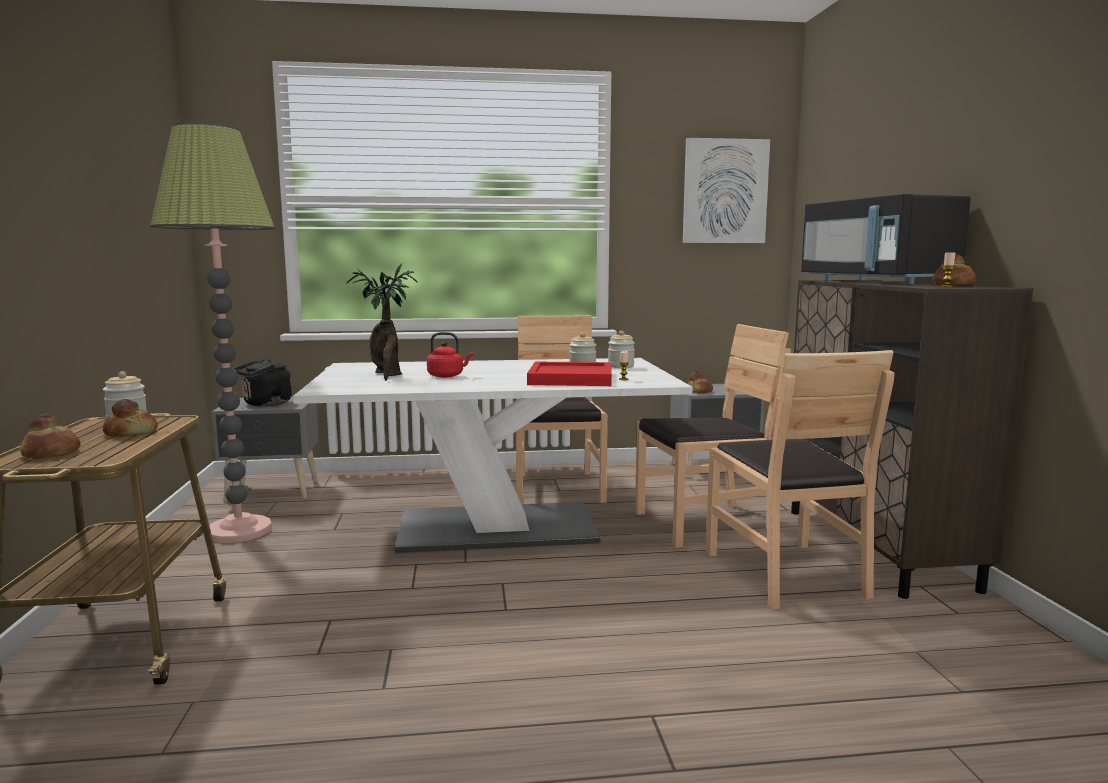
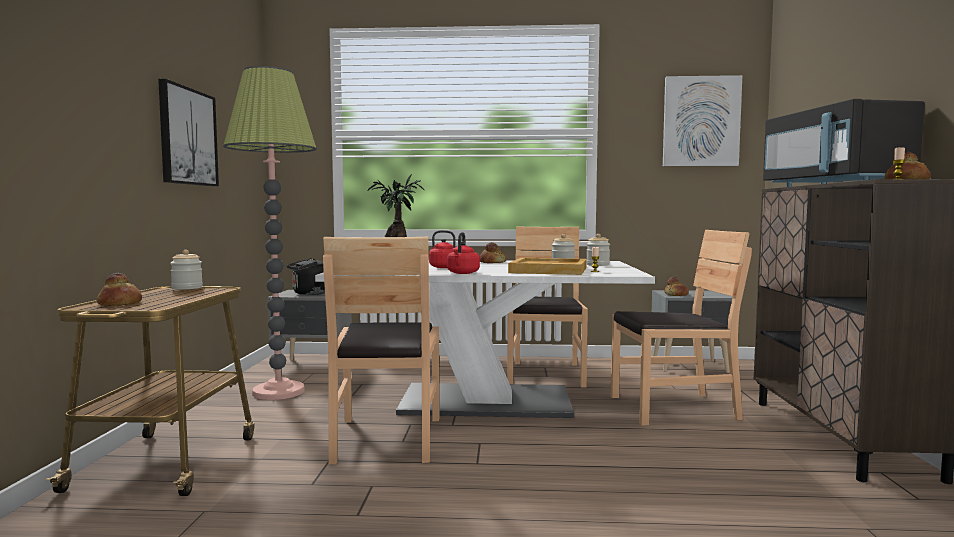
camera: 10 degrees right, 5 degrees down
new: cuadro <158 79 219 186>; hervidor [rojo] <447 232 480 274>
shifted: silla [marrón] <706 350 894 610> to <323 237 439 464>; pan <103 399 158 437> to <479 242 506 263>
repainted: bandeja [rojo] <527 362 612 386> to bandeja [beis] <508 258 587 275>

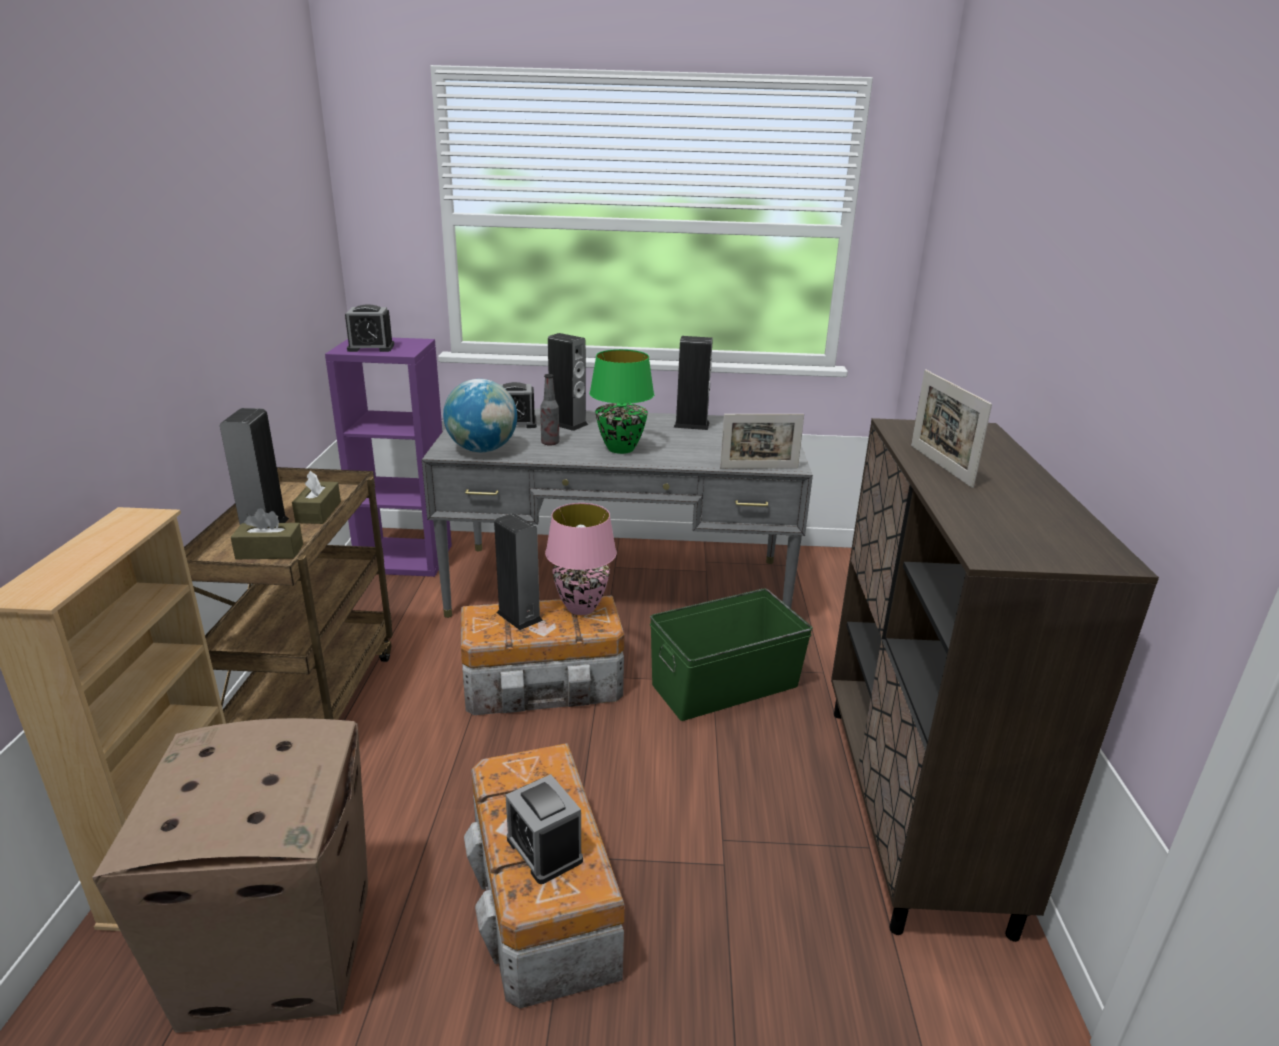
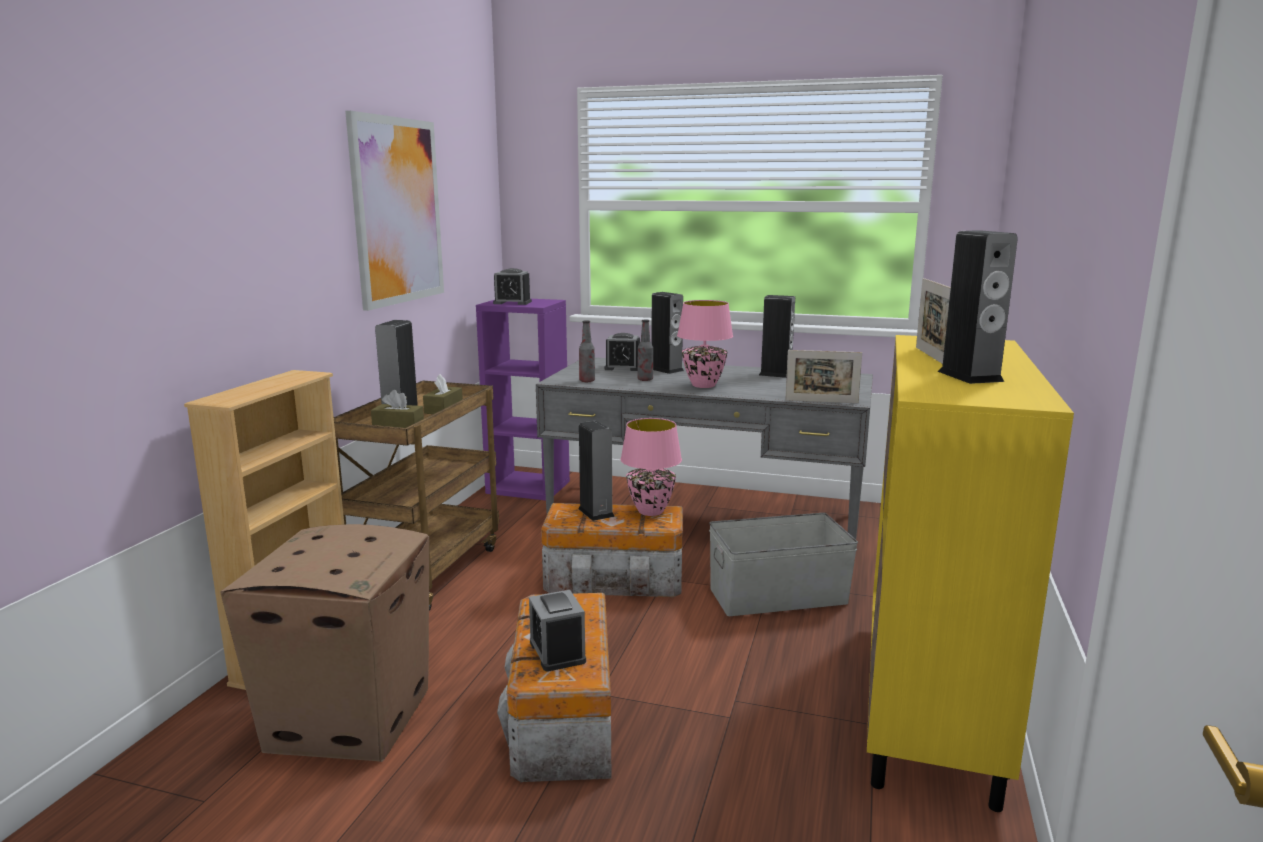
camera: 15 degrees right, 10 degrees down
new: cuadro <345 111 444 311>; altavoz <938 231 1018 384>
swapped: globo terráqueo <443 379 517 452> to botella <579 320 595 382>
repainted: lámpara de mesa [verde] <589 349 654 454> to lámpara de mesa [rosa] <677 300 733 388>; caja de almacenaje [verde] <650 589 813 721> to caja de almacenaje [gris] <709 513 858 616>; armario [marrón] <831 418 1159 942> to armario [amarillo] <867 335 1074 812>

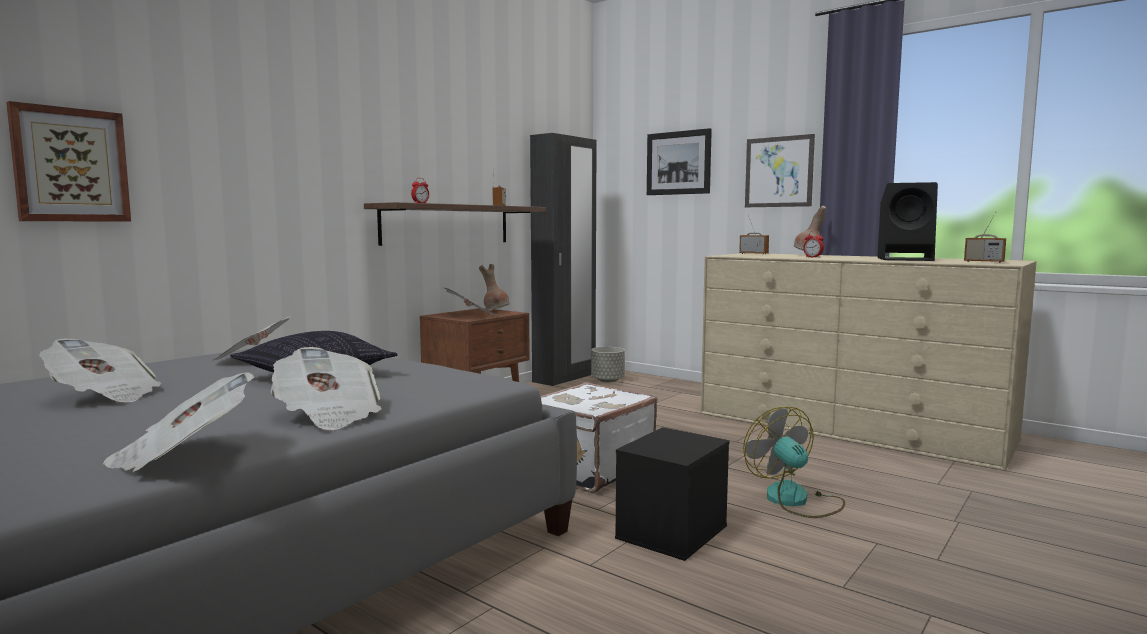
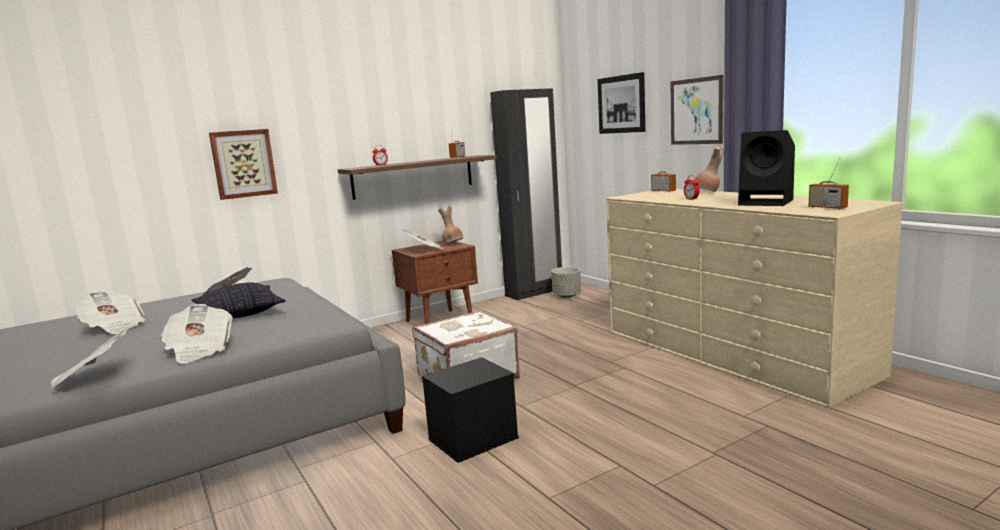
camera: 20 degrees right, 5 degrees up
gone: ventilador <743 407 845 518>
shifted: cuadro <6 101 131 222> to <209 129 278 200>

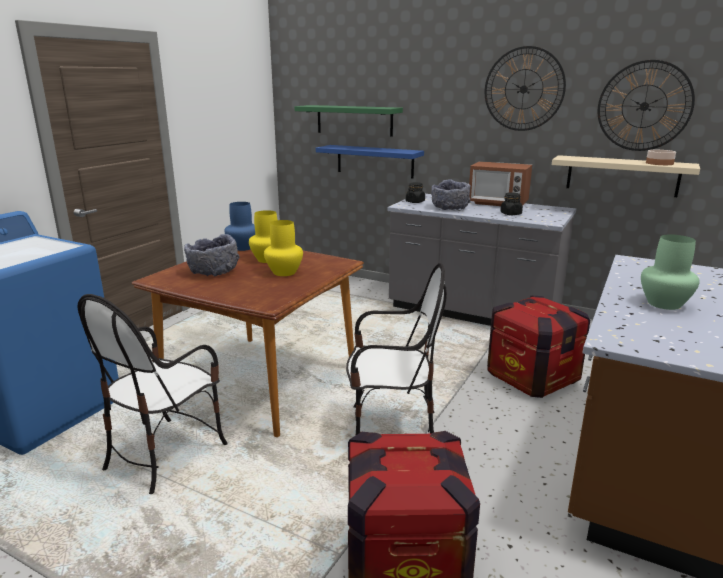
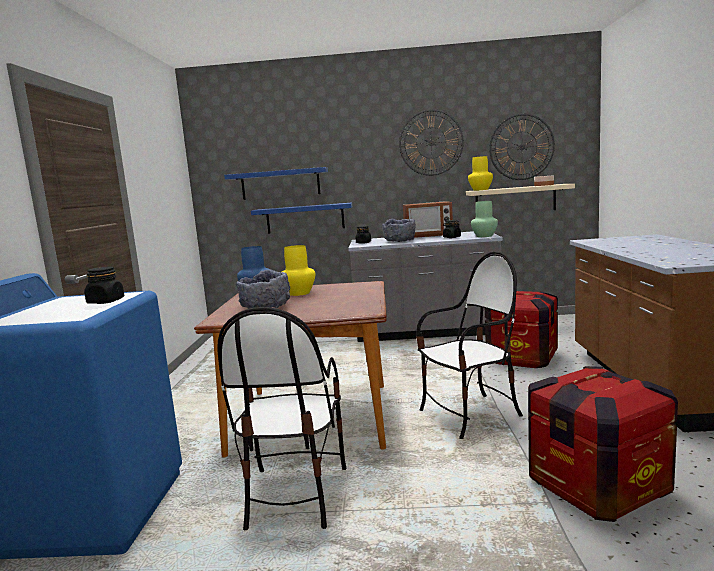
camera: 25 degrees left, 10 degrees down
new: tarro [negro] <84 267 124 304>
shifted: florero [amarillo] <264 220 303 276> to <468 156 493 191>; florero [verde] <641 234 700 310> to <471 201 498 237>
repainted: estante [verde] <294 105 403 137> to estante [azul] <224 167 328 200>

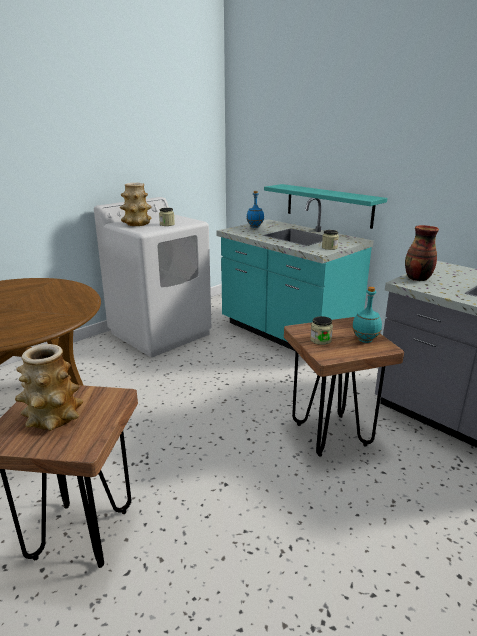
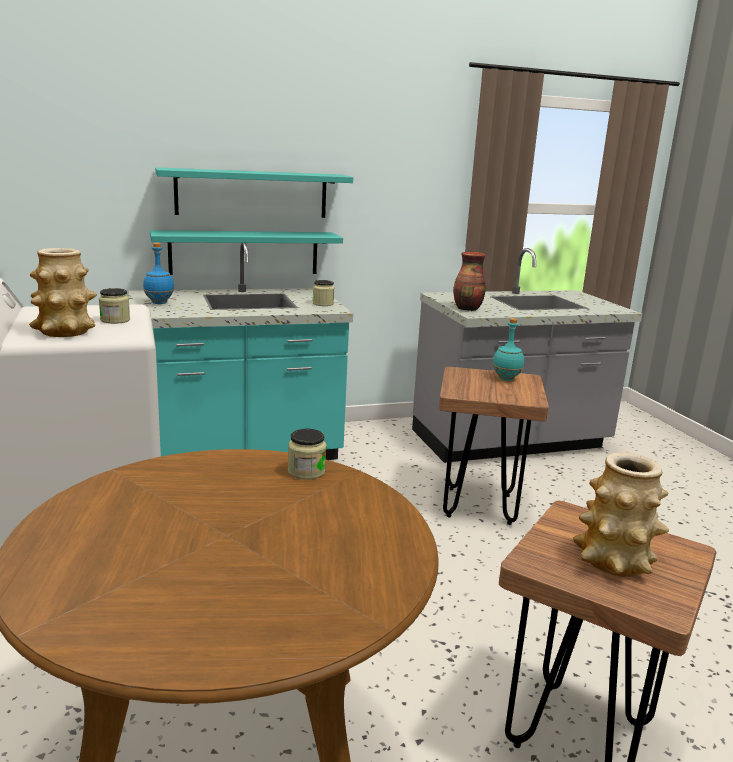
camera: 65 degrees left, 5 degrees down
new: estante [turquesa] <155 167 353 218>
shifted: tarro <310 316 333 345> to <288 429 326 480>

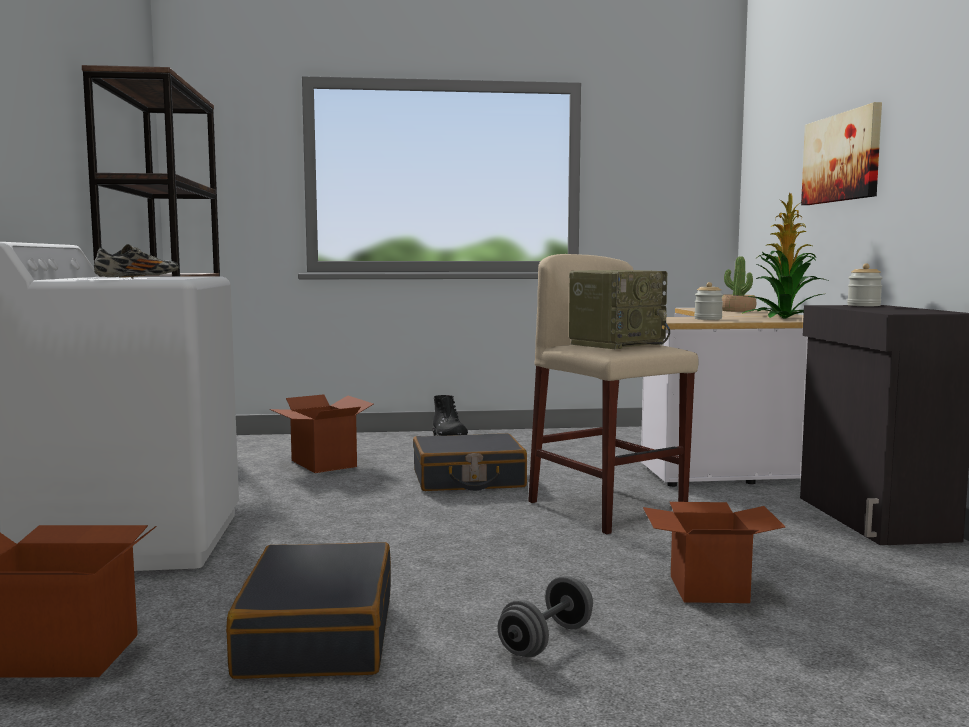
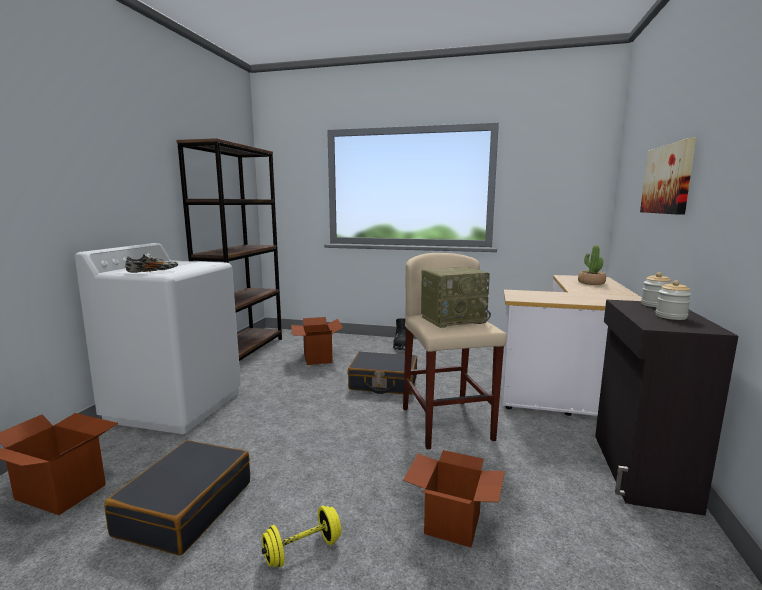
camera: 20 degrees right, 5 degrees up
gone: planta en maceta <742 192 828 318>
shifted: tarro <694 282 723 320> to <656 280 691 320>
repainted: mancuerna [gris] <497 576 593 657> to mancuerna [amarillo] <262 505 341 568>

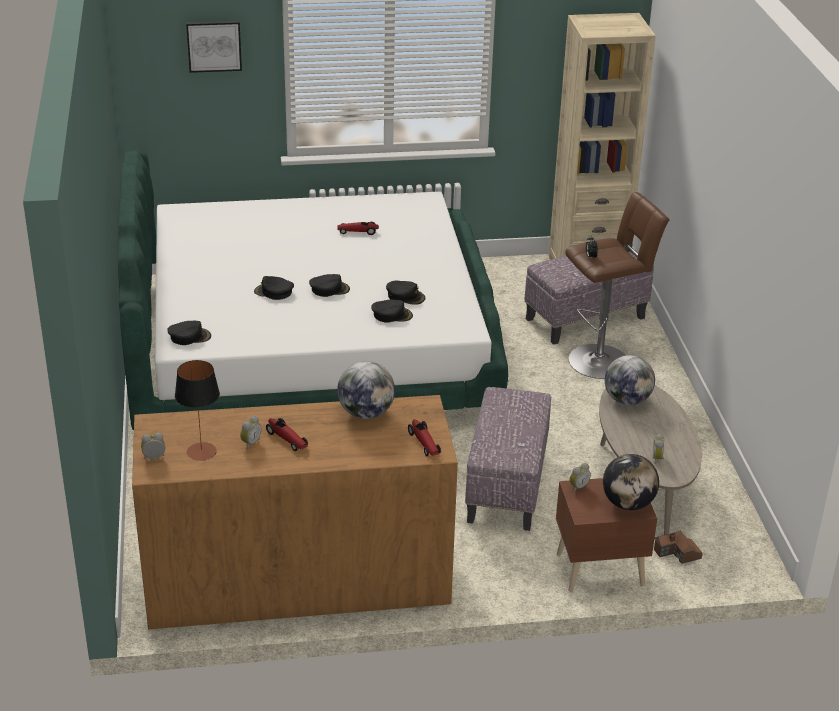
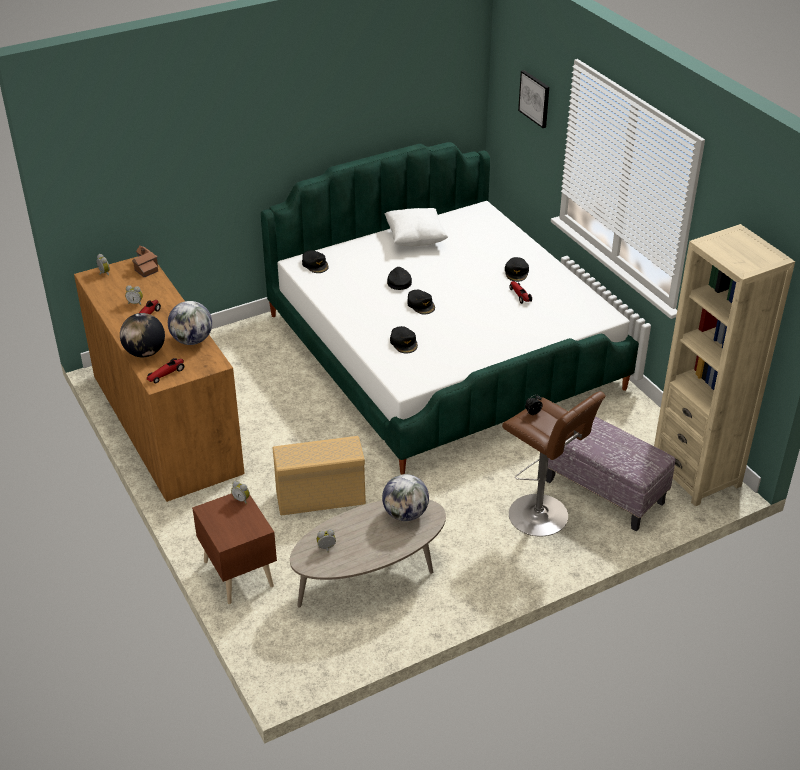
camera: 70 degrees right, 5 degrees up
gone: lámpara de mesa <175 360 220 461>
new: cojín [blanco] <384 208 448 246>
shifted: globo terráqueo <603 454 659 510> to <120 313 165 357>; casita <654 531 703 564> to <132 245 158 278>; gorra [negro] <386 281 425 305> to <505 257 529 282>
swapped: puf <465 387 551 531> to caja de almacenaje [beis] <272 436 366 516>

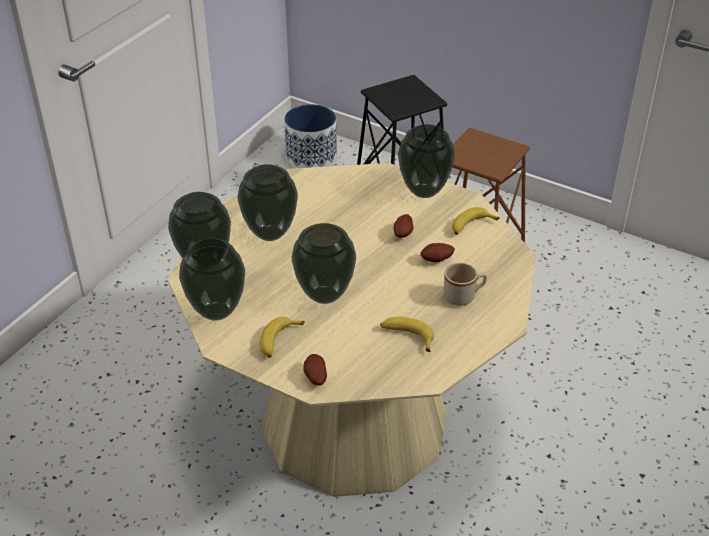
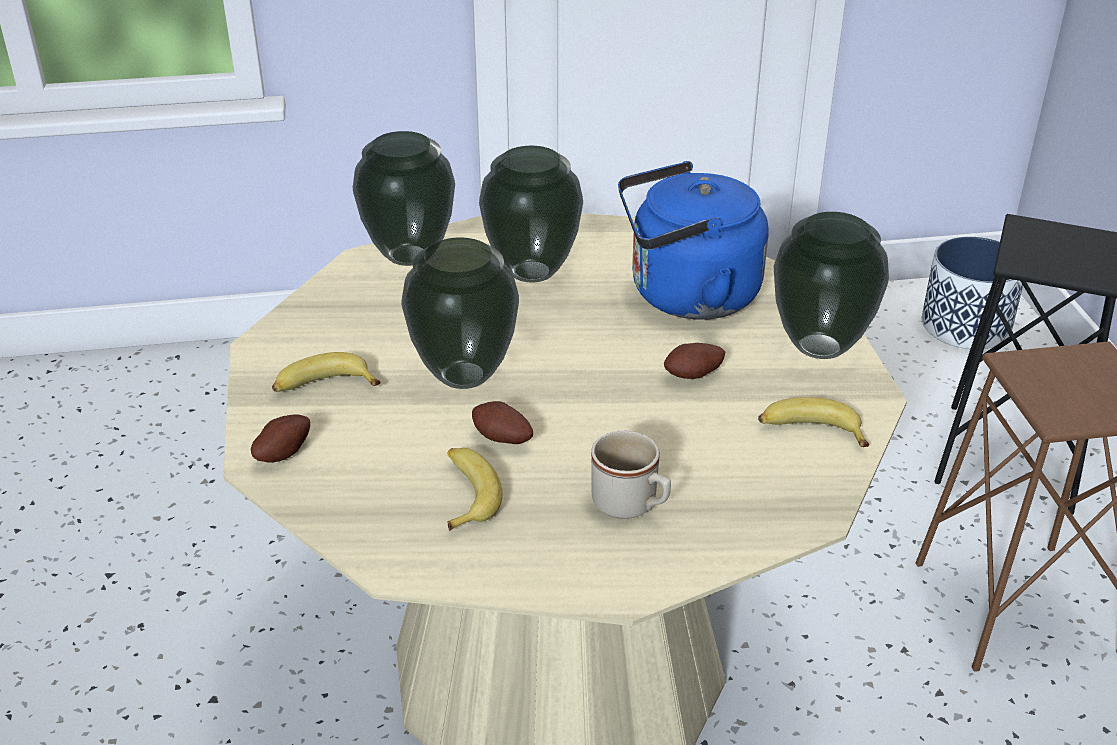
camera: 50 degrees right, 5 degrees down
gone: florero <179 239 245 321>
new: hervidor [azul] <618 161 769 319>
shifted: patata <421 243 455 262> to <472 401 533 444>

